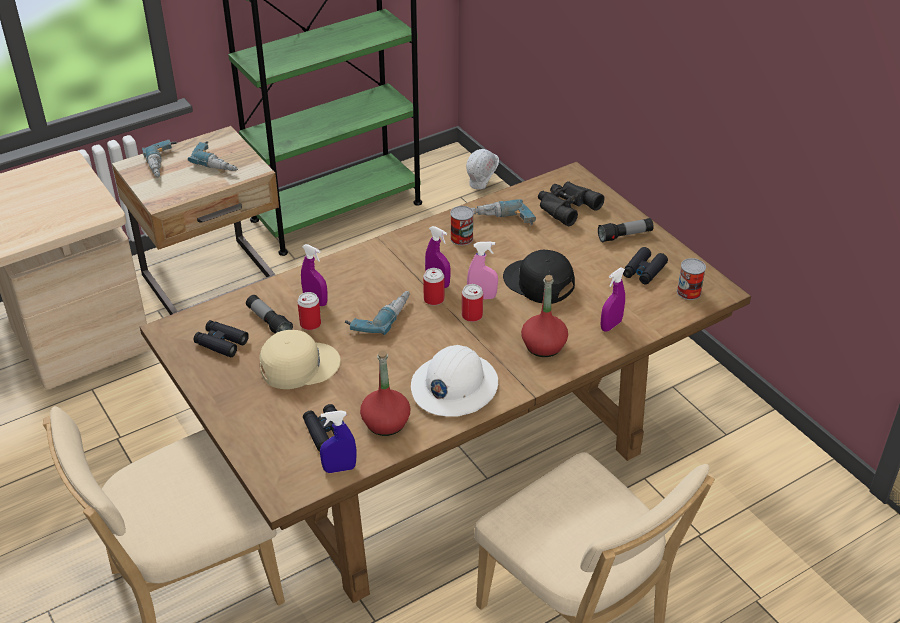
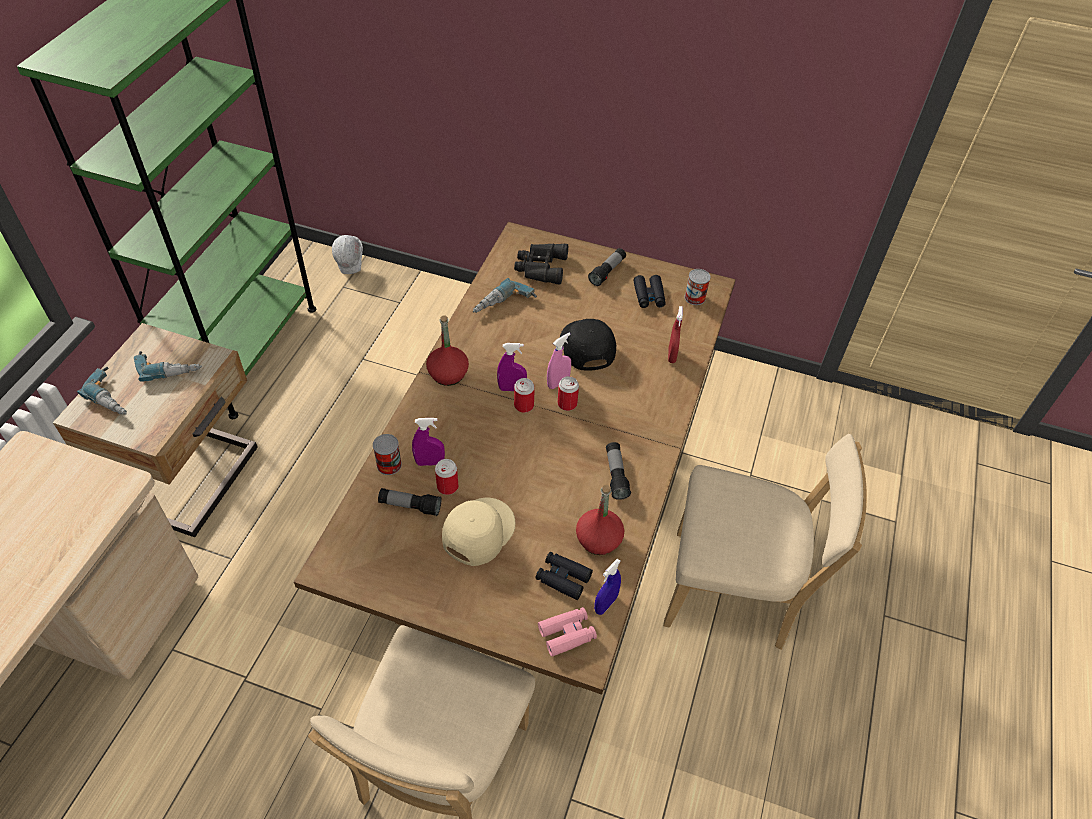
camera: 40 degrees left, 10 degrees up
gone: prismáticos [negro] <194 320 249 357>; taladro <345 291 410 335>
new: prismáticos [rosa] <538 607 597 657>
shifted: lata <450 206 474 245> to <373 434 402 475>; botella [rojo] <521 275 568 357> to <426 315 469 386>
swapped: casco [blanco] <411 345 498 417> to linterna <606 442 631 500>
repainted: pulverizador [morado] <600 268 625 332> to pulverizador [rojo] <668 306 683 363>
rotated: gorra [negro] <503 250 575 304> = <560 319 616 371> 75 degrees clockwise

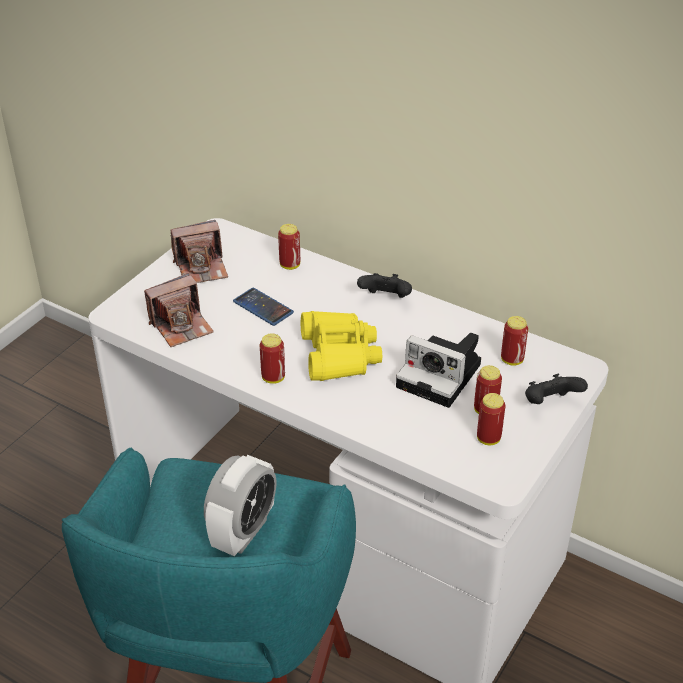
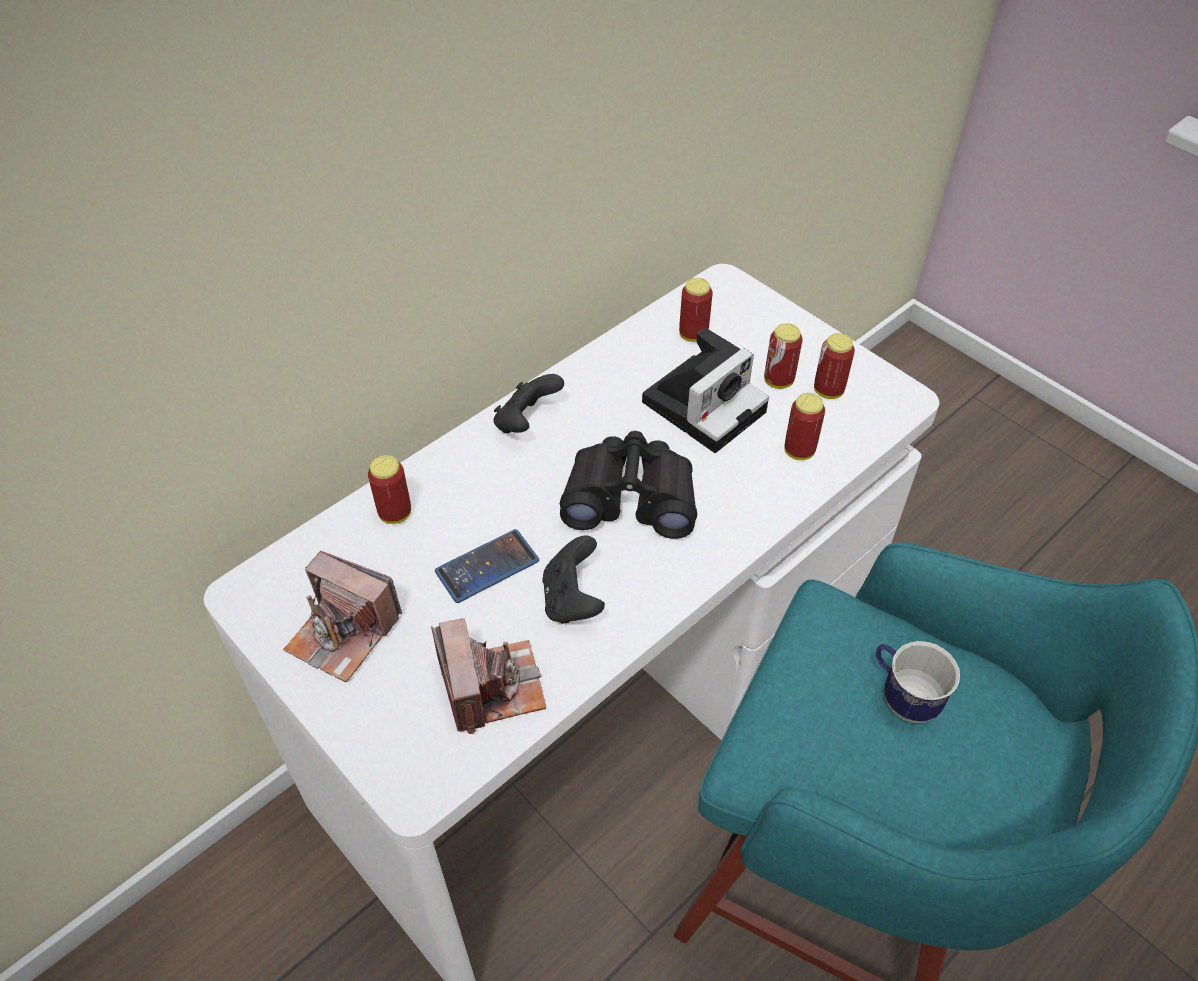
camera: 75 degrees left, 10 degrees up
shifted: mando de consola [negro] <525 374 588 404> to <542 536 605 624>; lata <260 334 285 384> to <784 393 825 460>
swapped: despertador <204 455 277 556> to taza grande <876 641 960 723>
repainted: prismáticos [amarillo] <301 311 382 381> to prismáticos [negro] <560 431 697 539>
rotated: cámara <170 220 228 283> = <283 551 402 682> 120 degrees clockwise

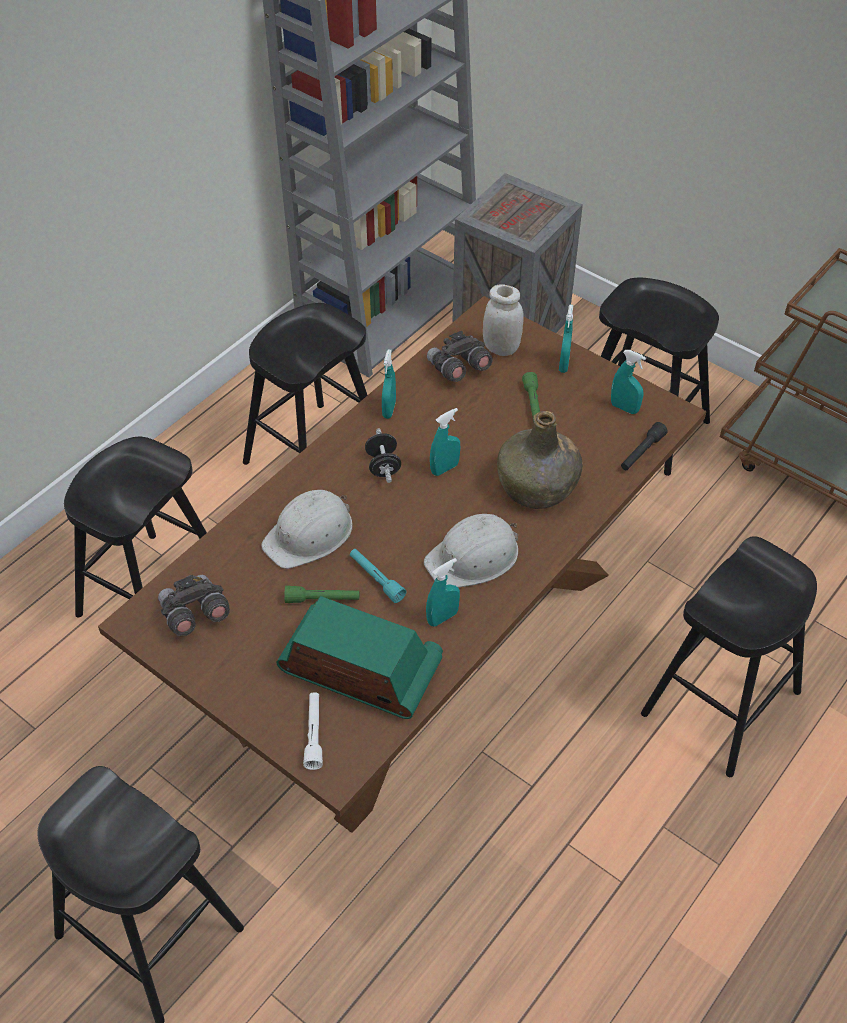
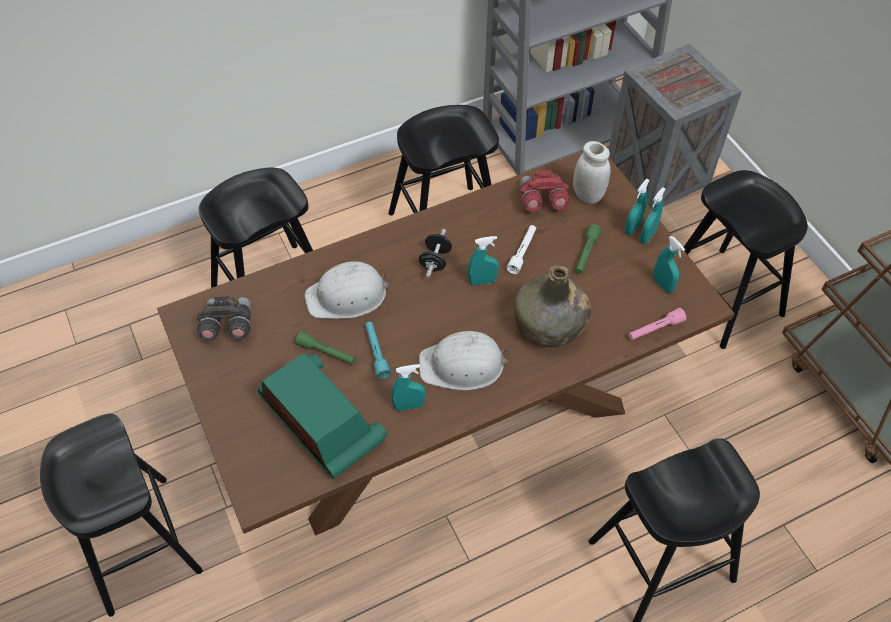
camera: 25 degrees right, 5 degrees up
shifted: linterna [blanco] <303 692 323 770> to <506 225 536 274>; pulverizador [turquesa] <382 349 396 419> to <640 187 665 244>
repainted: prismáticos [gris] <427 331 493 382> to prismáticos [rojo] <520 170 569 212>; linterna [negro] <621 422 668 470> to linterna [rosa] <628 308 686 340>

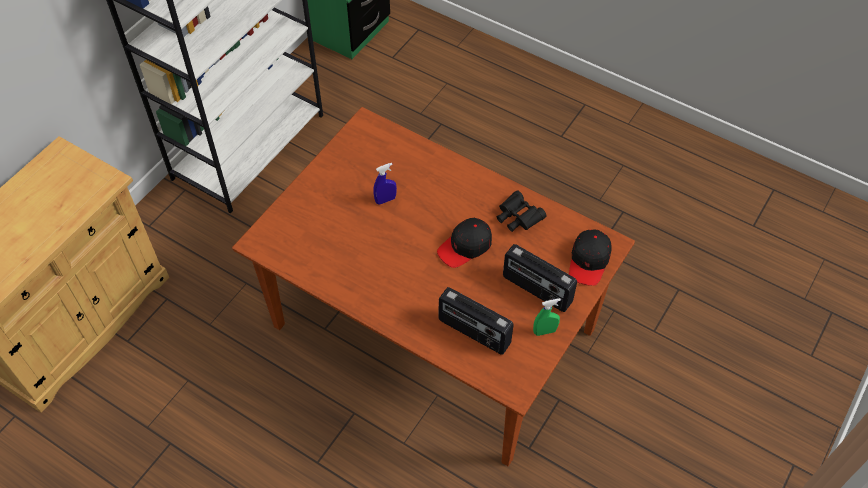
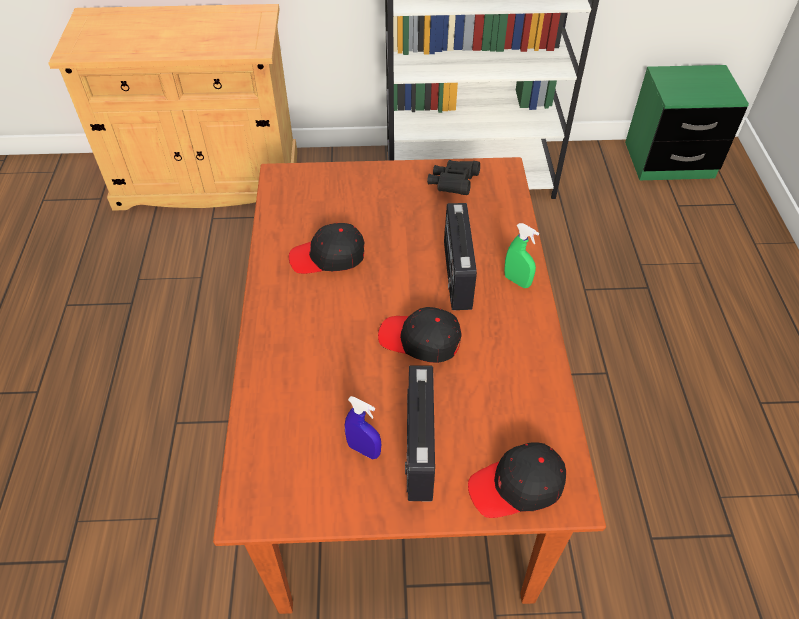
camera: 55 degrees right, 5 degrees down
new: gorra [negro] <289 223 364 274>
shifted: pulverizador [azul] <373 163 397 205> to <345 396 381 459>; prismáticos [negro] <497 190 547 232> to <427 160 480 195>; radio <439 287 514 355> to <444 203 477 310>; pulverizador [verde] <533 298 561 336> to <504 223 539 288>

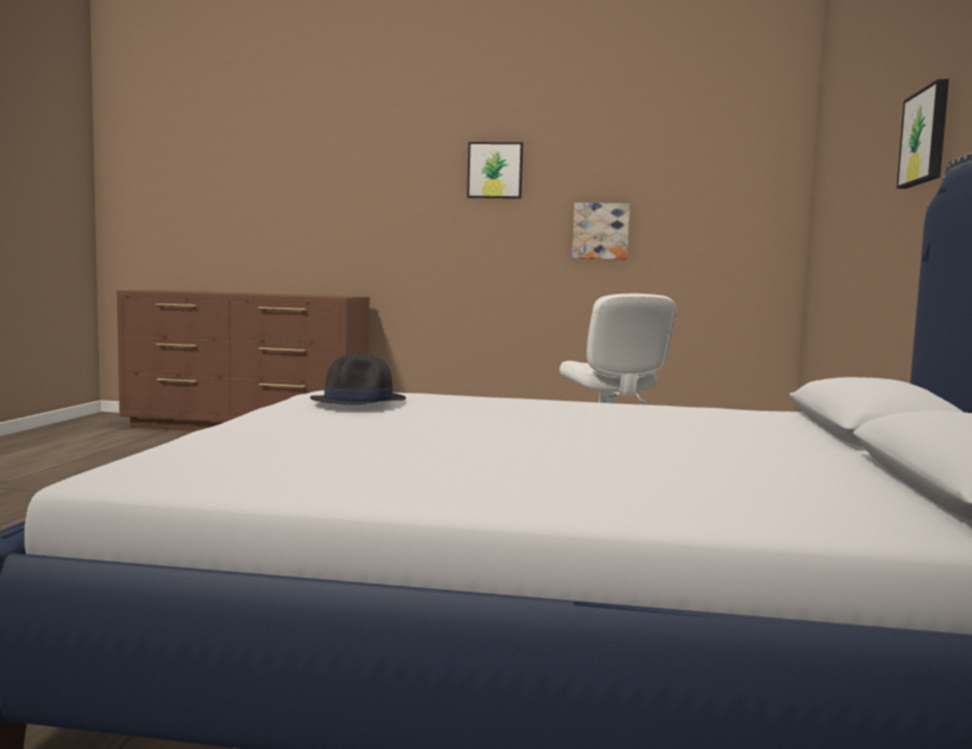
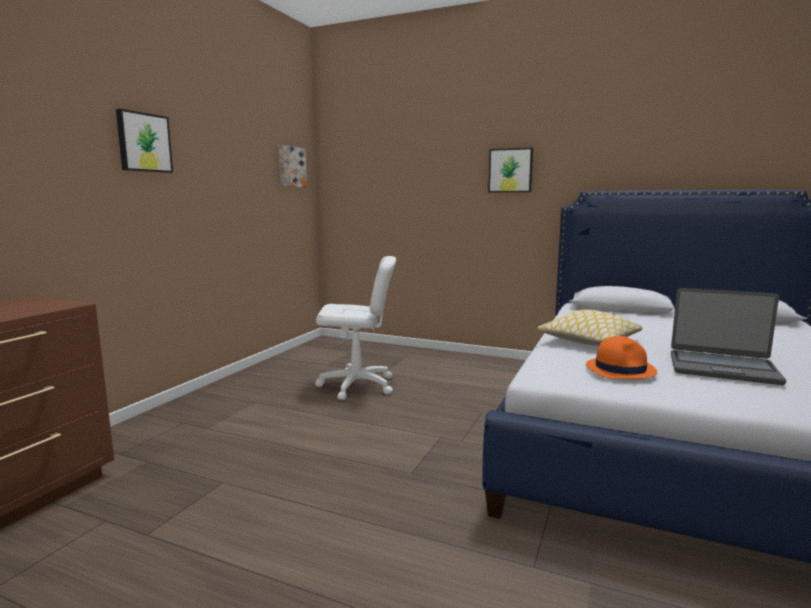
camera: 75 degrees left, 5 degrees up
new: cojín <537 310 642 346>; portátil <671 288 786 385>
shifted: cuadro <572 203 630 260> to <279 145 307 188>
repainted: sombrero [negro] <310 353 406 405> to sombrero [naranja] <586 336 657 379>

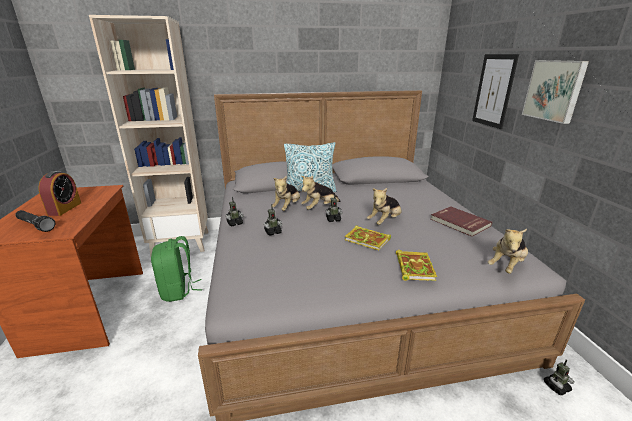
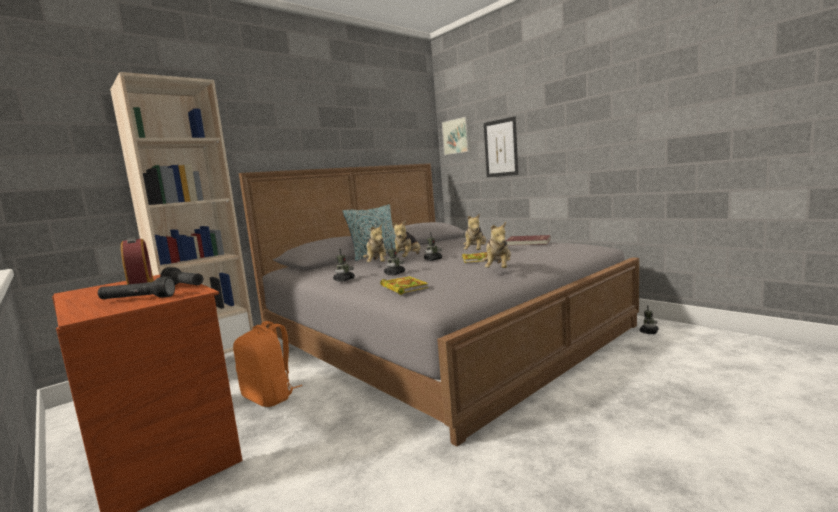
camera: 30 degrees left, 15 degrees down
new: linterna [negro] <160 267 203 285>
shifted: libro <396 250 437 281> to <380 276 428 295>; cuadro <522 60 589 124> to <442 117 471 155>; peluche <487 229 528 274> to <482 222 511 268>
repainted: mochila [verde] <151 236 202 302> to mochila [naranja] <233 321 302 407>

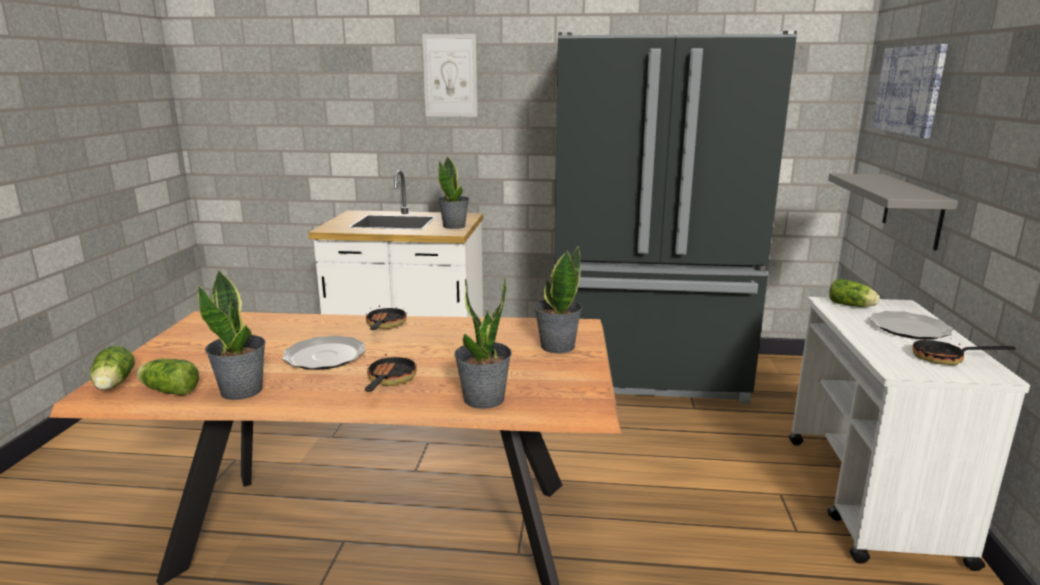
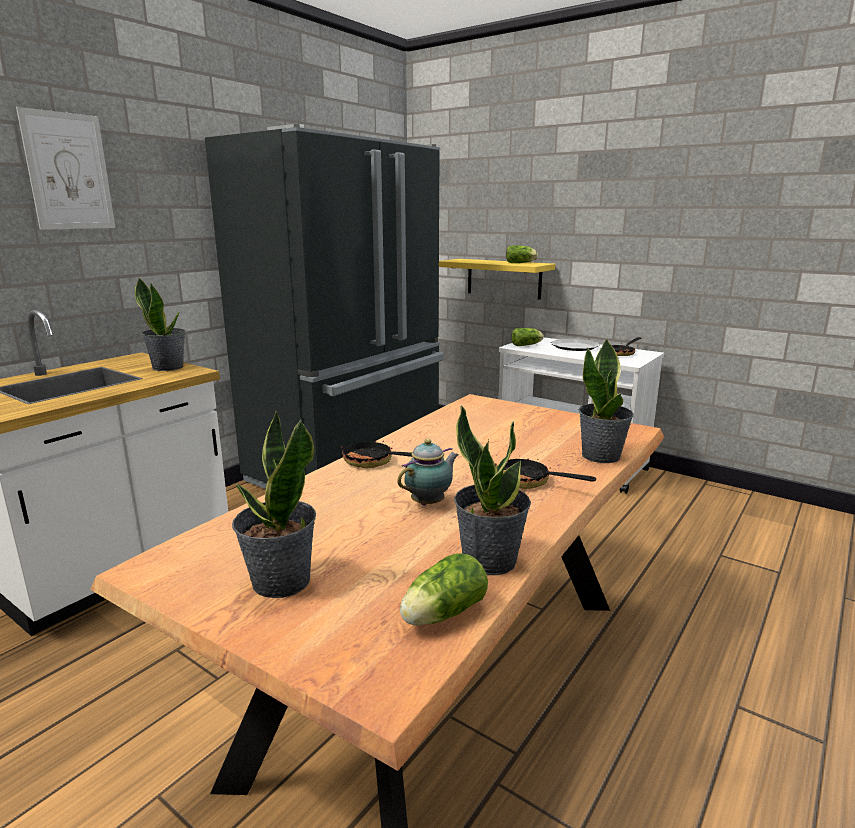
camera: 60 degrees left, 0 degrees up
gone: cuadro <872 44 948 138>
shifted: planta en maceta <534 246 583 353> to <232 411 316 598>; lechuga <90 346 135 390> to <506 245 538 263>
swapped: plato <282 335 366 370> to tetera <397 439 459 505>
repainted: estante [gris] <828 173 958 251> to estante [amarillo] <439 259 555 300>

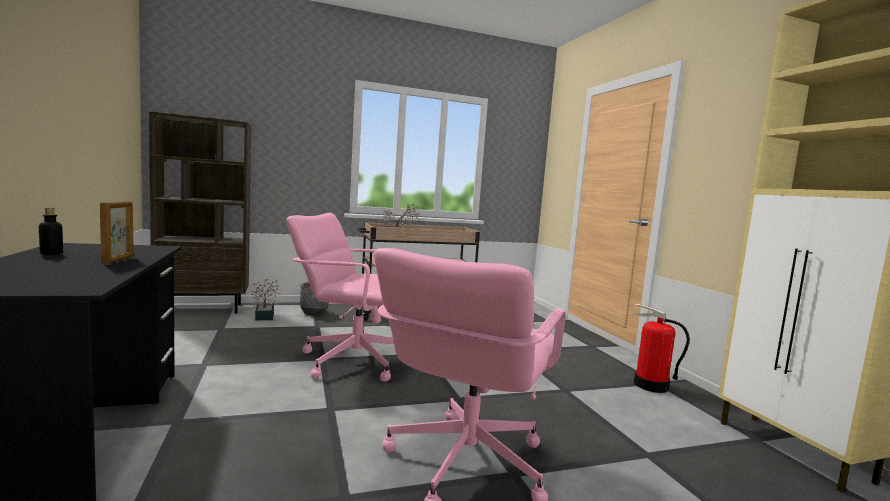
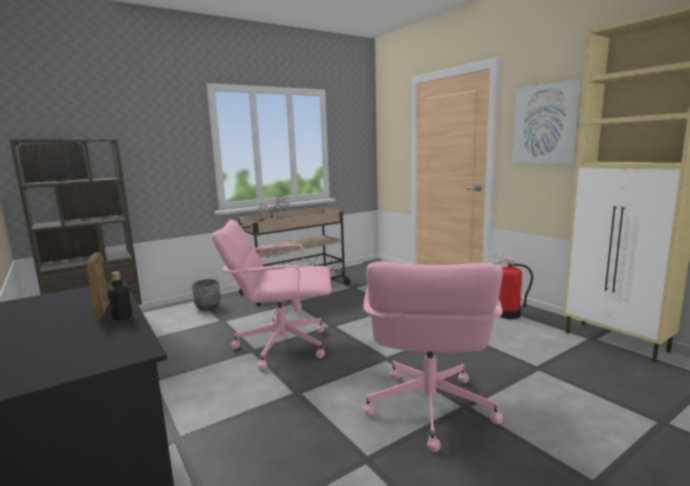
camera: 15 degrees left, 5 degrees up
gone: planta en maceta <249 278 280 320>
new: cuadro <512 79 580 163>
shifted: botella <39 208 63 255> to <108 271 132 320>

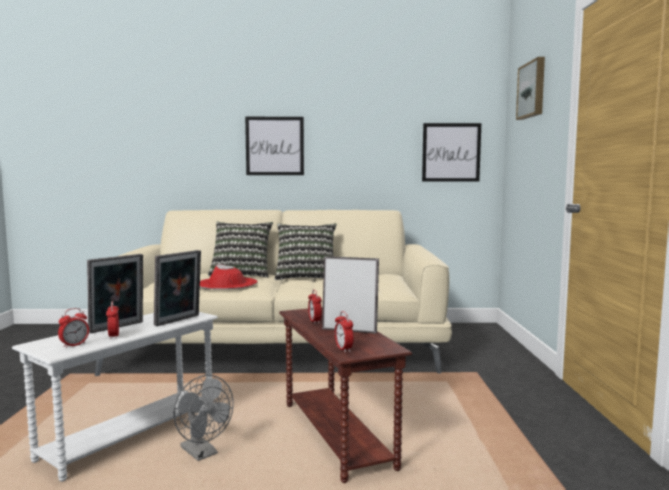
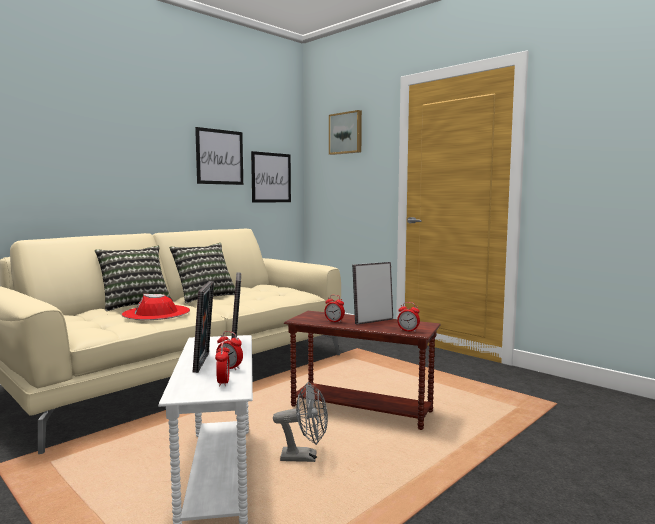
camera: 45 degrees left, 0 degrees up
shifted: cuadro <245 117 304 175> to <195 127 243 185>

